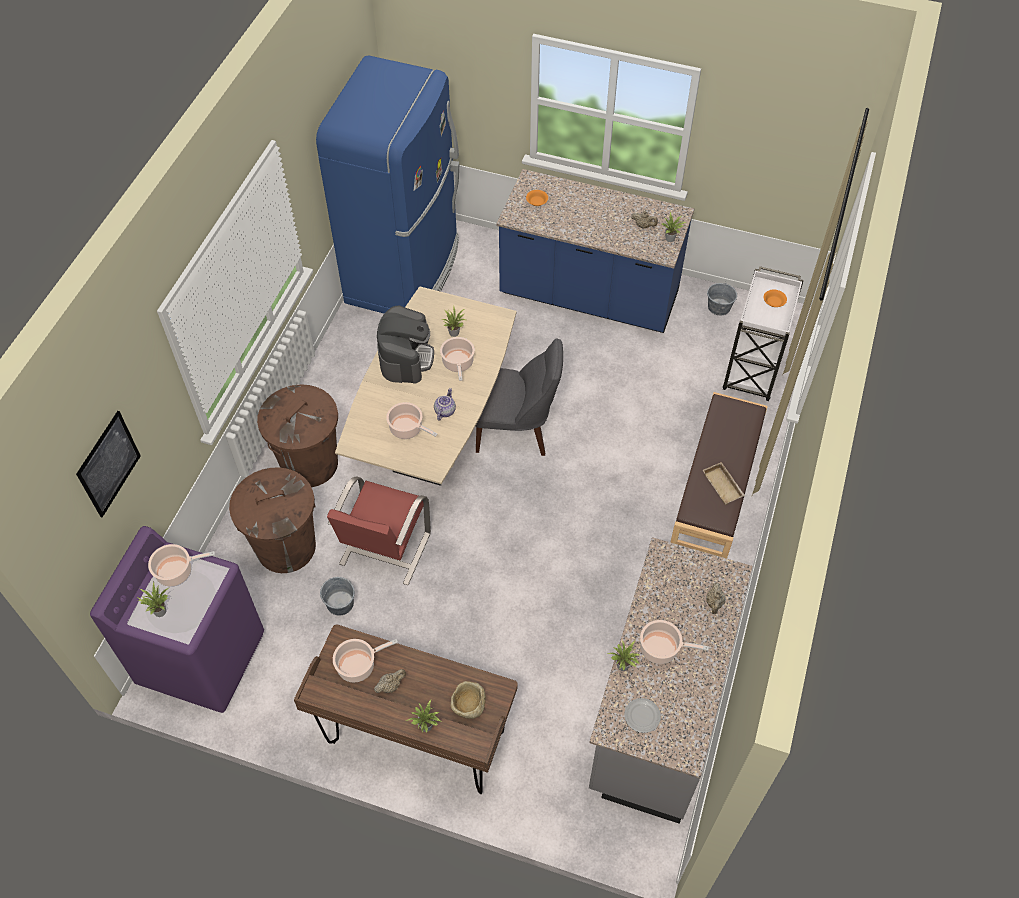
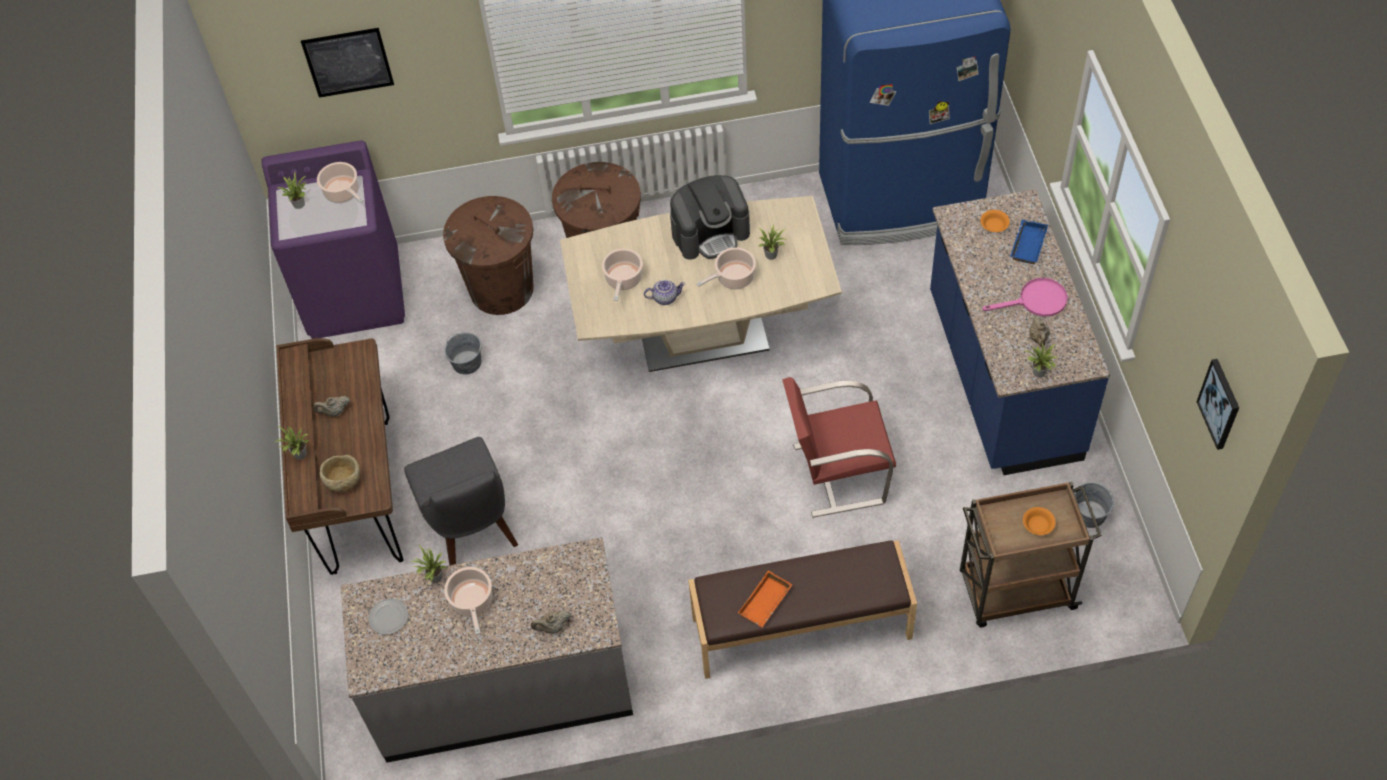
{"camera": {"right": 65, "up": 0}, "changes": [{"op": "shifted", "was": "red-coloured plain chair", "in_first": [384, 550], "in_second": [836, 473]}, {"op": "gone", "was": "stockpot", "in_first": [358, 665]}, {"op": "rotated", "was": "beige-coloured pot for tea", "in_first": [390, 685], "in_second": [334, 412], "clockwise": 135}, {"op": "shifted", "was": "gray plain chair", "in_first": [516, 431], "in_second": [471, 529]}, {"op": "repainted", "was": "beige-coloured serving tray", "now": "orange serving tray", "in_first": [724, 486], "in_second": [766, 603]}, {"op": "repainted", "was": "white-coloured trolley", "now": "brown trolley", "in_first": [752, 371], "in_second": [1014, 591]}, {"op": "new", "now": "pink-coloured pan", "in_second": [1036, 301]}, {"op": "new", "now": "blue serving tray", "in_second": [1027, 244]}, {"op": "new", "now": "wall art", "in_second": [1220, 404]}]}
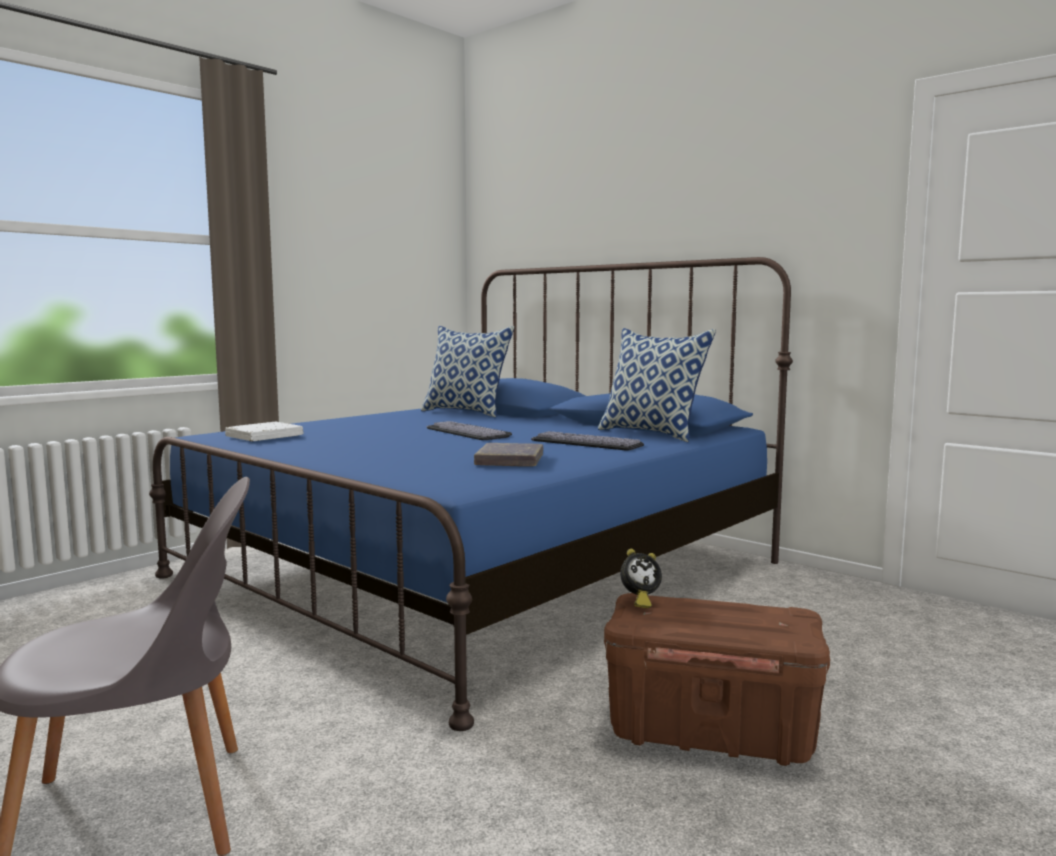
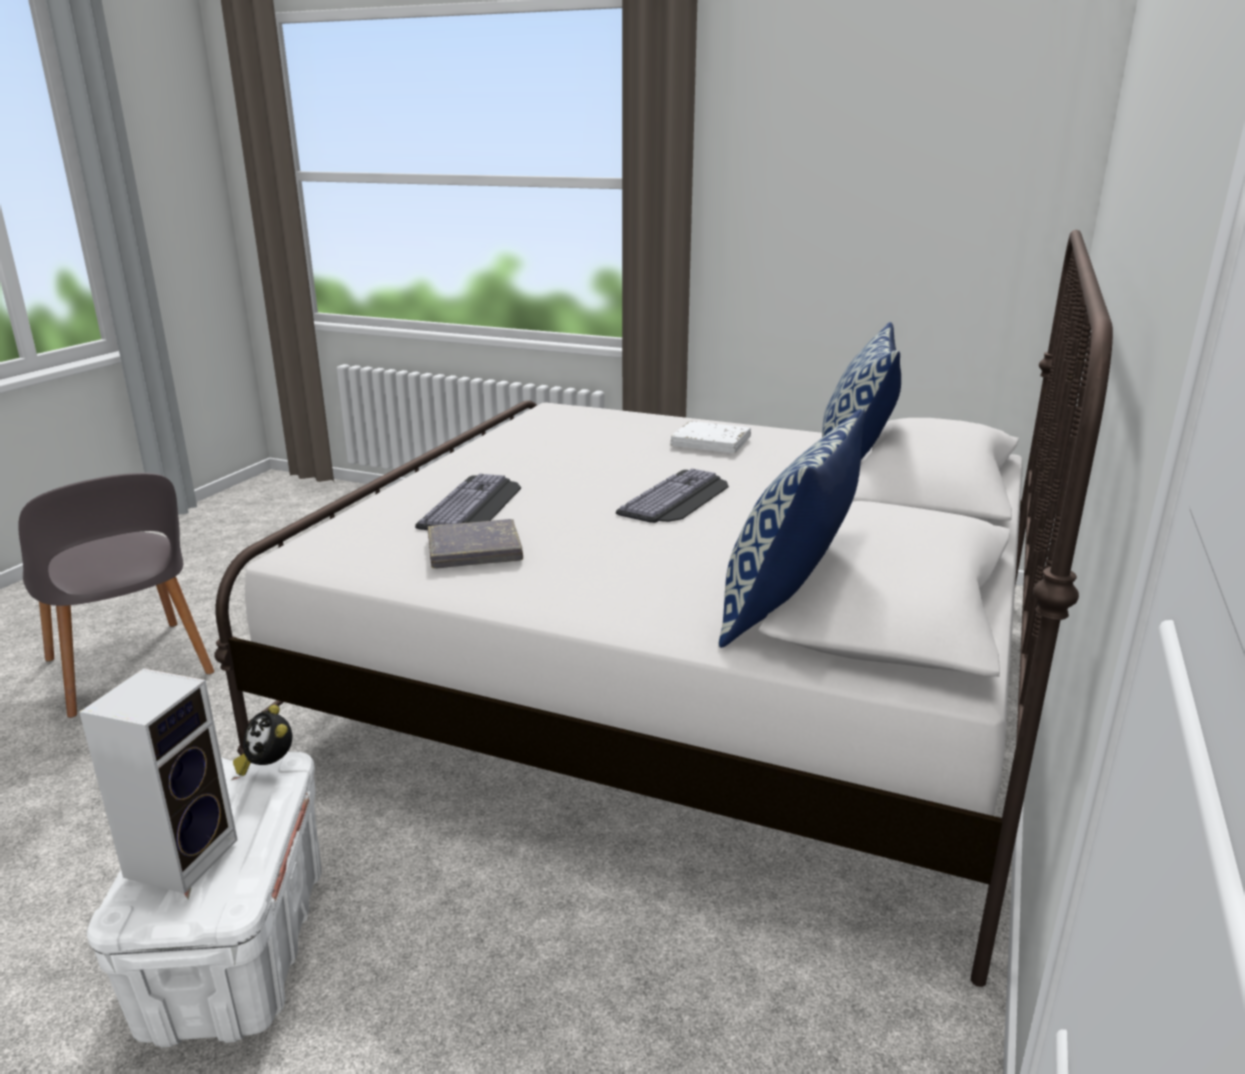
{"camera": {"right": 70, "up": 15}, "changes": [{"op": "repainted", "was": "blue bedroom bed", "now": "white-coloured bedroom bed", "in_first": [478, 569], "in_second": [684, 674]}, {"op": "shifted", "was": "white-coloured book", "in_first": [264, 436], "in_second": [710, 443]}, {"op": "shifted", "was": "keyboard", "in_first": [590, 442], "in_second": [474, 505]}, {"op": "repainted", "was": "brown storage bin", "now": "white-coloured storage bin", "in_first": [712, 732], "in_second": [238, 950]}, {"op": "new", "now": "loudspeaker", "in_second": [182, 855]}]}
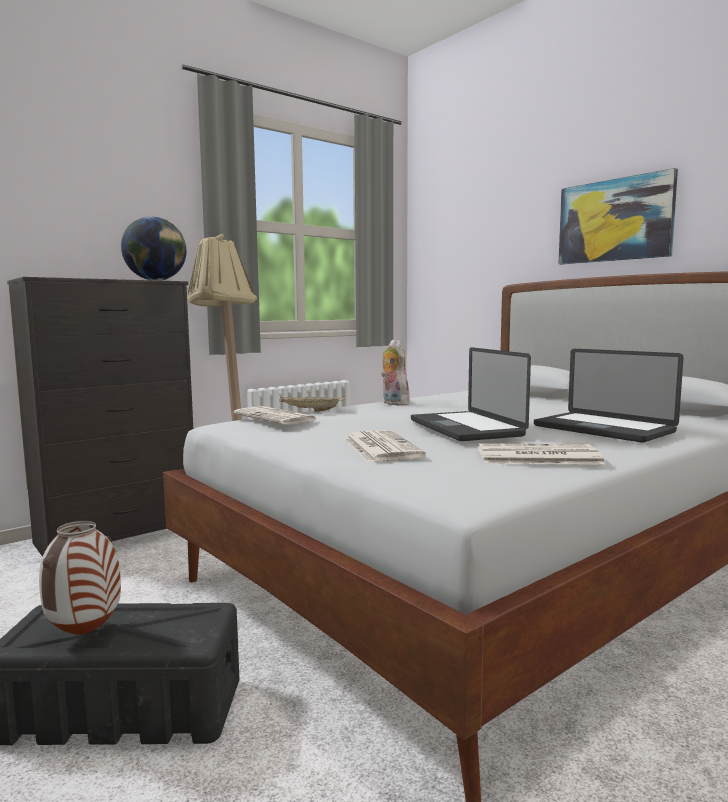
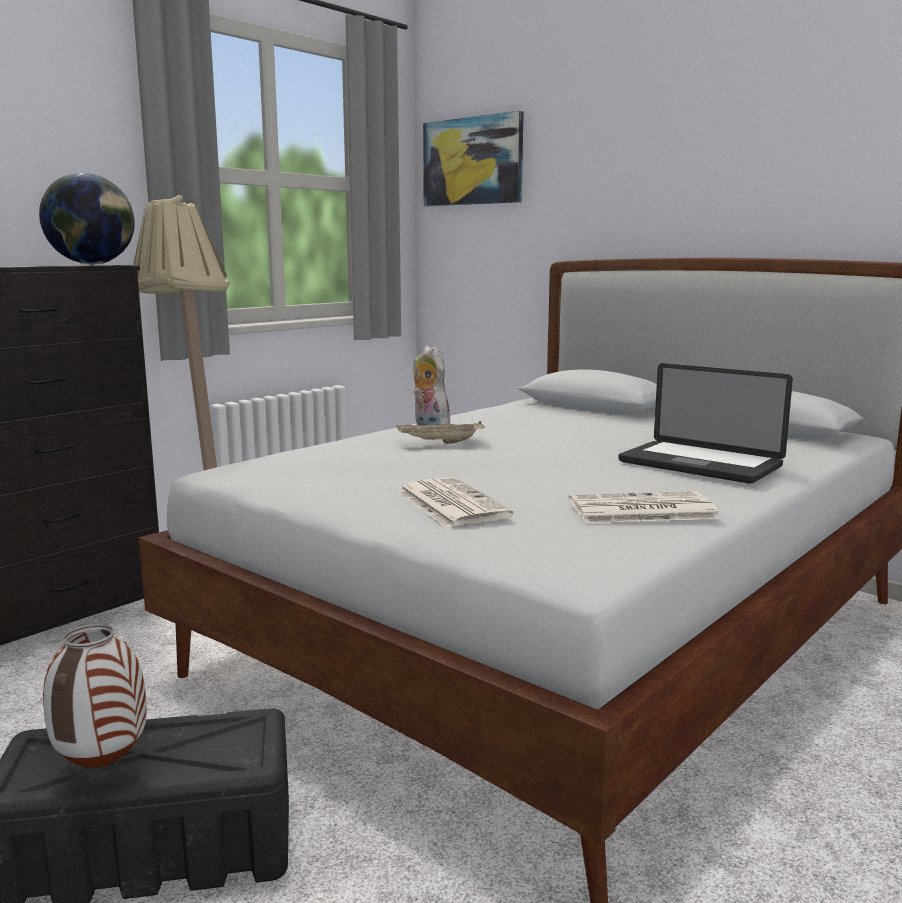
{"camera": {"right": -10, "up": 5}, "changes": [{"op": "gone", "was": "printed paper", "in_first": [276, 417]}, {"op": "shifted", "was": "beige-coloured serving tray", "in_first": [311, 411], "in_second": [440, 443]}, {"op": "gone", "was": "portable computer", "in_first": [465, 428]}, {"op": "shifted", "was": "wall art", "in_first": [614, 220], "in_second": [472, 161]}]}
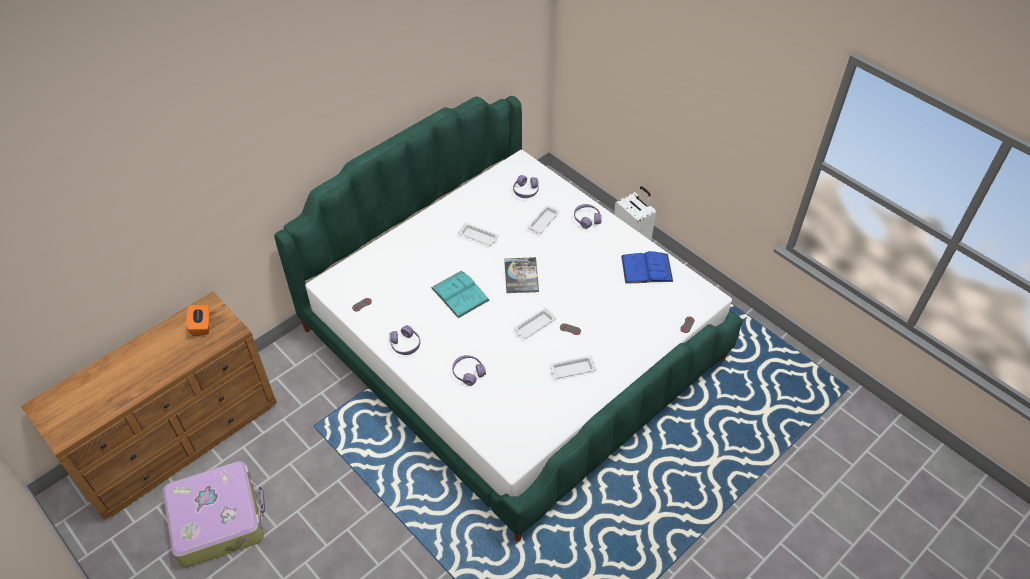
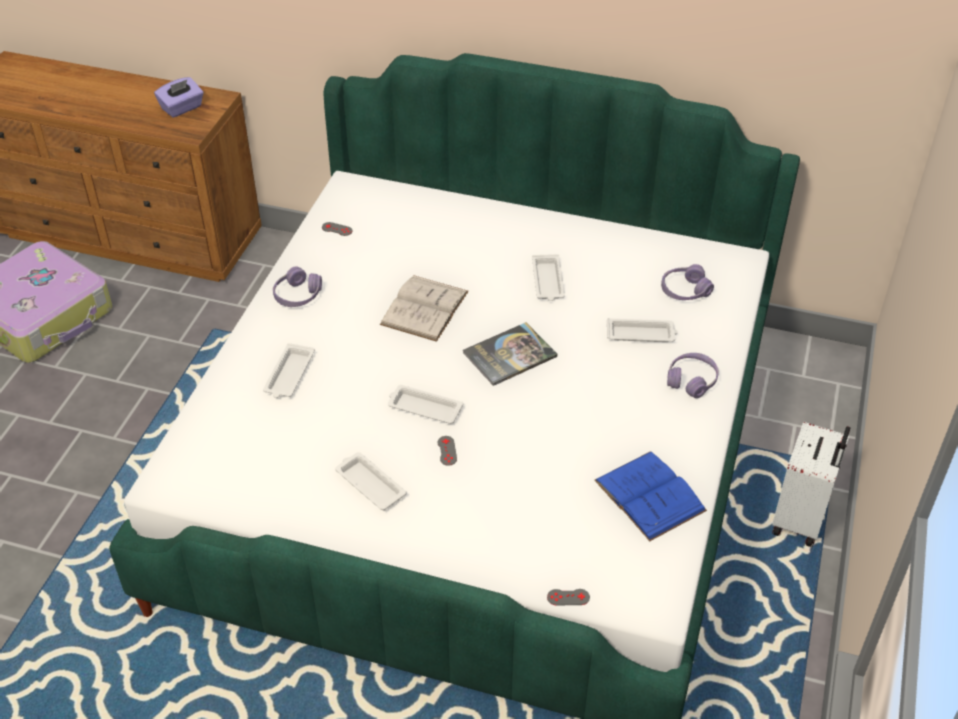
{"camera": {"right": 60, "up": -5}, "changes": [{"op": "repainted", "was": "orange tissue holder", "now": "purplish tissue holder", "in_first": [201, 326], "in_second": [182, 108]}, {"op": "repainted", "was": "turquoise-coloured book", "now": "white-coloured book", "in_first": [460, 294], "in_second": [424, 308]}, {"op": "swapped", "was": "purplish pair of headphones", "now": "white-coloured serving tray", "in_first": [468, 373], "in_second": [289, 375]}]}
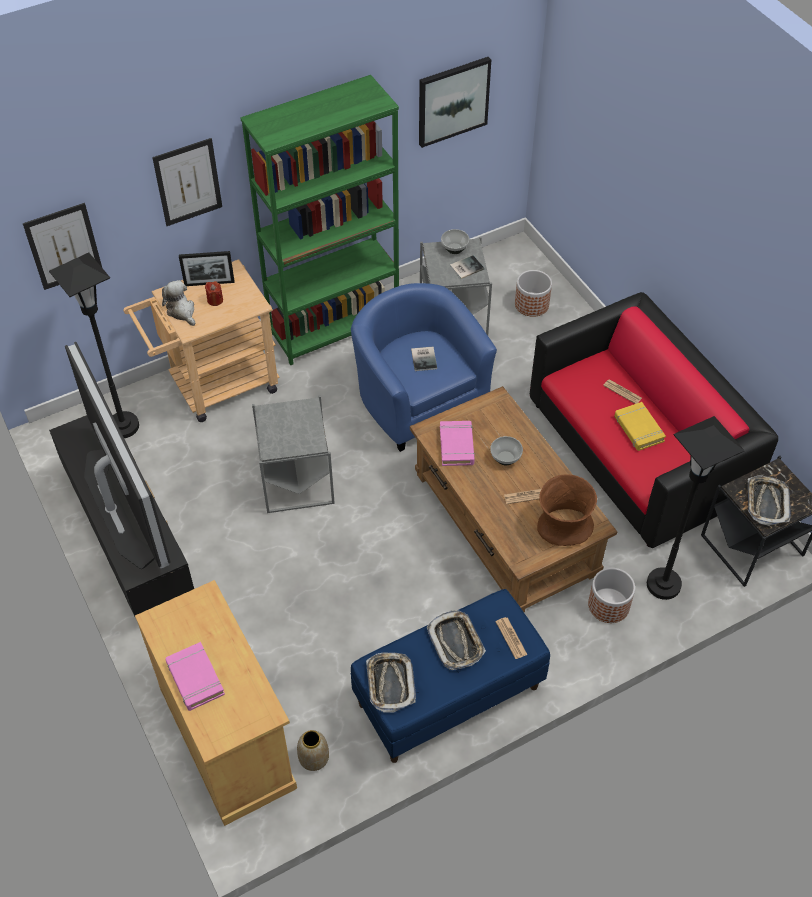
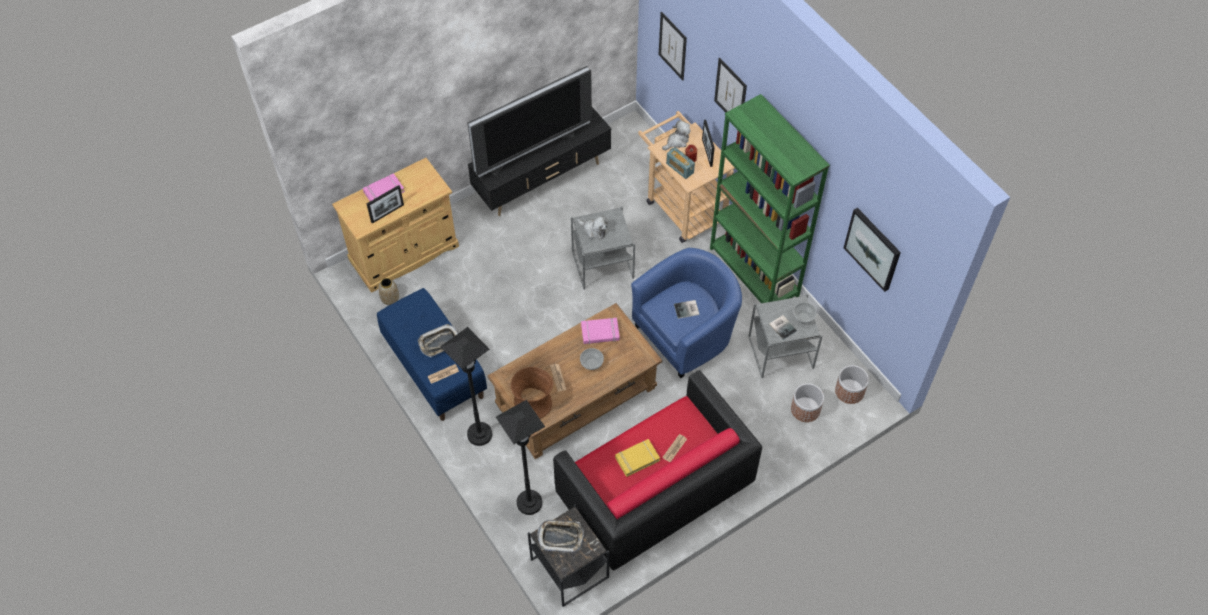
{"camera": {"right": 85, "up": 5}, "changes": [{"op": "shifted", "was": "black floor lamp", "in_first": [123, 426], "in_second": [479, 434]}, {"op": "gone", "was": "serving tray", "in_first": [390, 683]}, {"op": "shifted", "was": "plant pot", "in_first": [609, 605], "in_second": [849, 391]}, {"op": "new", "now": "photo frame", "in_second": [387, 213]}, {"op": "new", "now": "soft toy", "in_second": [594, 230]}, {"op": "new", "now": "radio", "in_second": [680, 168]}]}
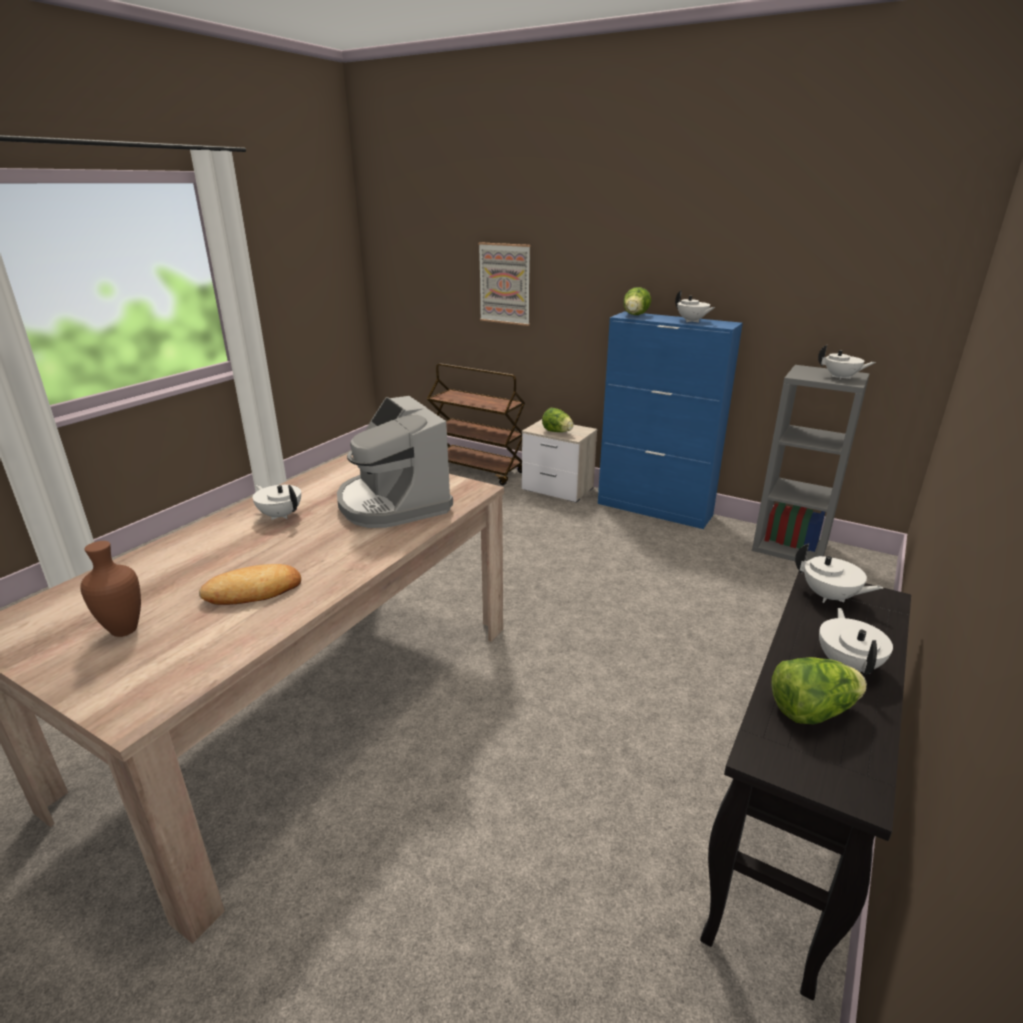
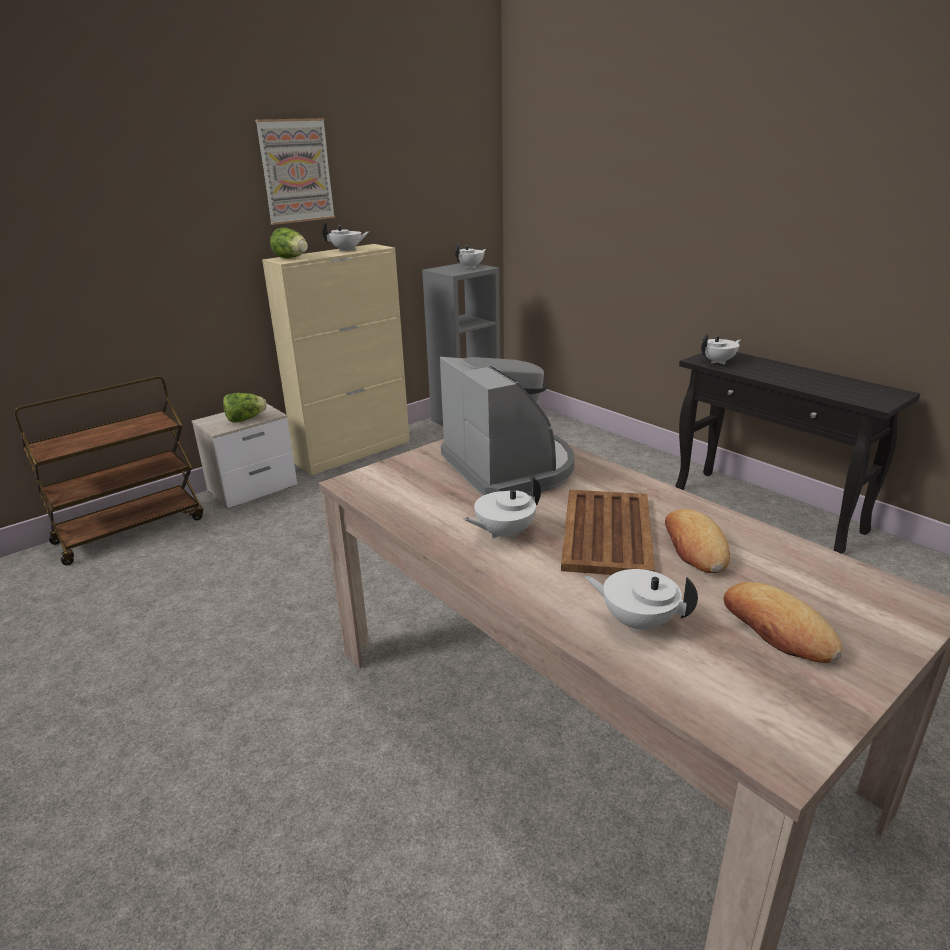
{"camera": {"right": -70, "up": 0}, "changes": [{"op": "swapped", "was": "brown flower vase", "now": "baked bread", "in_first": [123, 630], "in_second": [777, 629]}, {"op": "rotated", "was": "coffee maker", "in_first": [393, 503], "in_second": [510, 468], "clockwise": -105}, {"op": "shifted", "was": "wall art", "in_first": [505, 284], "in_second": [296, 171]}, {"op": "repainted", "was": "blue storage cabinet", "now": "beige-coloured storage cabinet", "in_first": [655, 509], "in_second": [354, 452]}, {"op": "gone", "was": "head of lettuce", "in_first": [811, 711]}, {"op": "shifted", "was": "white-coloured pot for tea", "in_first": [848, 664], "in_second": [637, 622]}, {"op": "new", "now": "brown serving tray", "in_second": [606, 533]}]}
